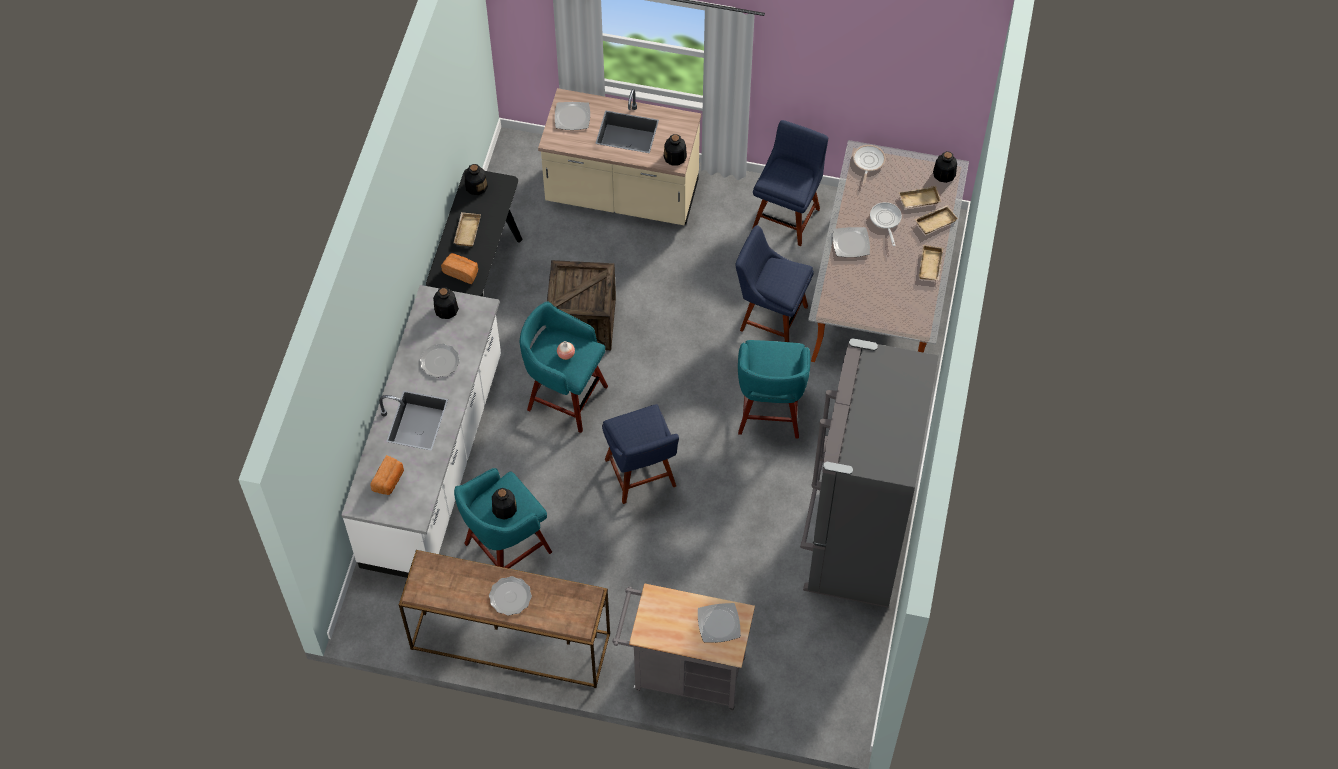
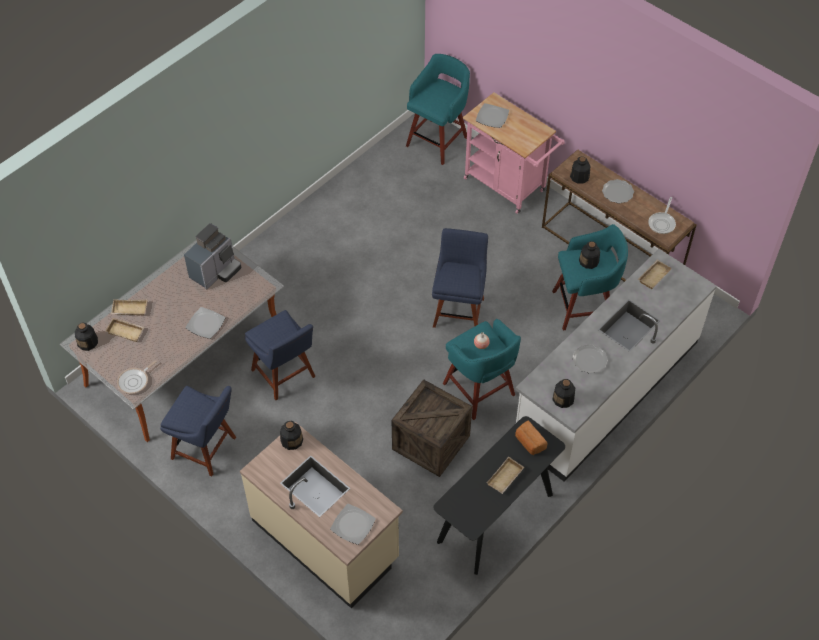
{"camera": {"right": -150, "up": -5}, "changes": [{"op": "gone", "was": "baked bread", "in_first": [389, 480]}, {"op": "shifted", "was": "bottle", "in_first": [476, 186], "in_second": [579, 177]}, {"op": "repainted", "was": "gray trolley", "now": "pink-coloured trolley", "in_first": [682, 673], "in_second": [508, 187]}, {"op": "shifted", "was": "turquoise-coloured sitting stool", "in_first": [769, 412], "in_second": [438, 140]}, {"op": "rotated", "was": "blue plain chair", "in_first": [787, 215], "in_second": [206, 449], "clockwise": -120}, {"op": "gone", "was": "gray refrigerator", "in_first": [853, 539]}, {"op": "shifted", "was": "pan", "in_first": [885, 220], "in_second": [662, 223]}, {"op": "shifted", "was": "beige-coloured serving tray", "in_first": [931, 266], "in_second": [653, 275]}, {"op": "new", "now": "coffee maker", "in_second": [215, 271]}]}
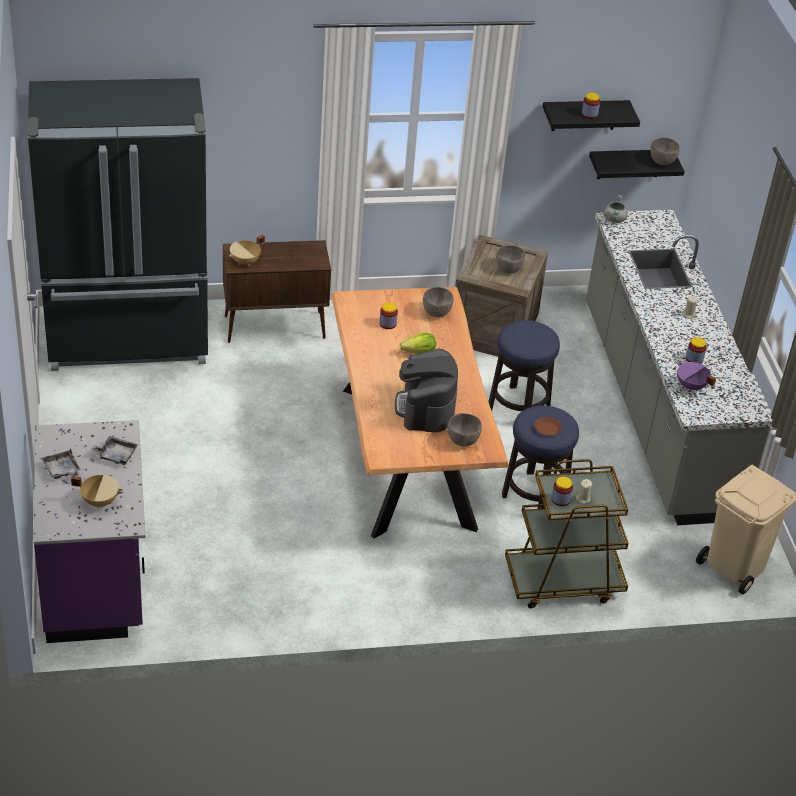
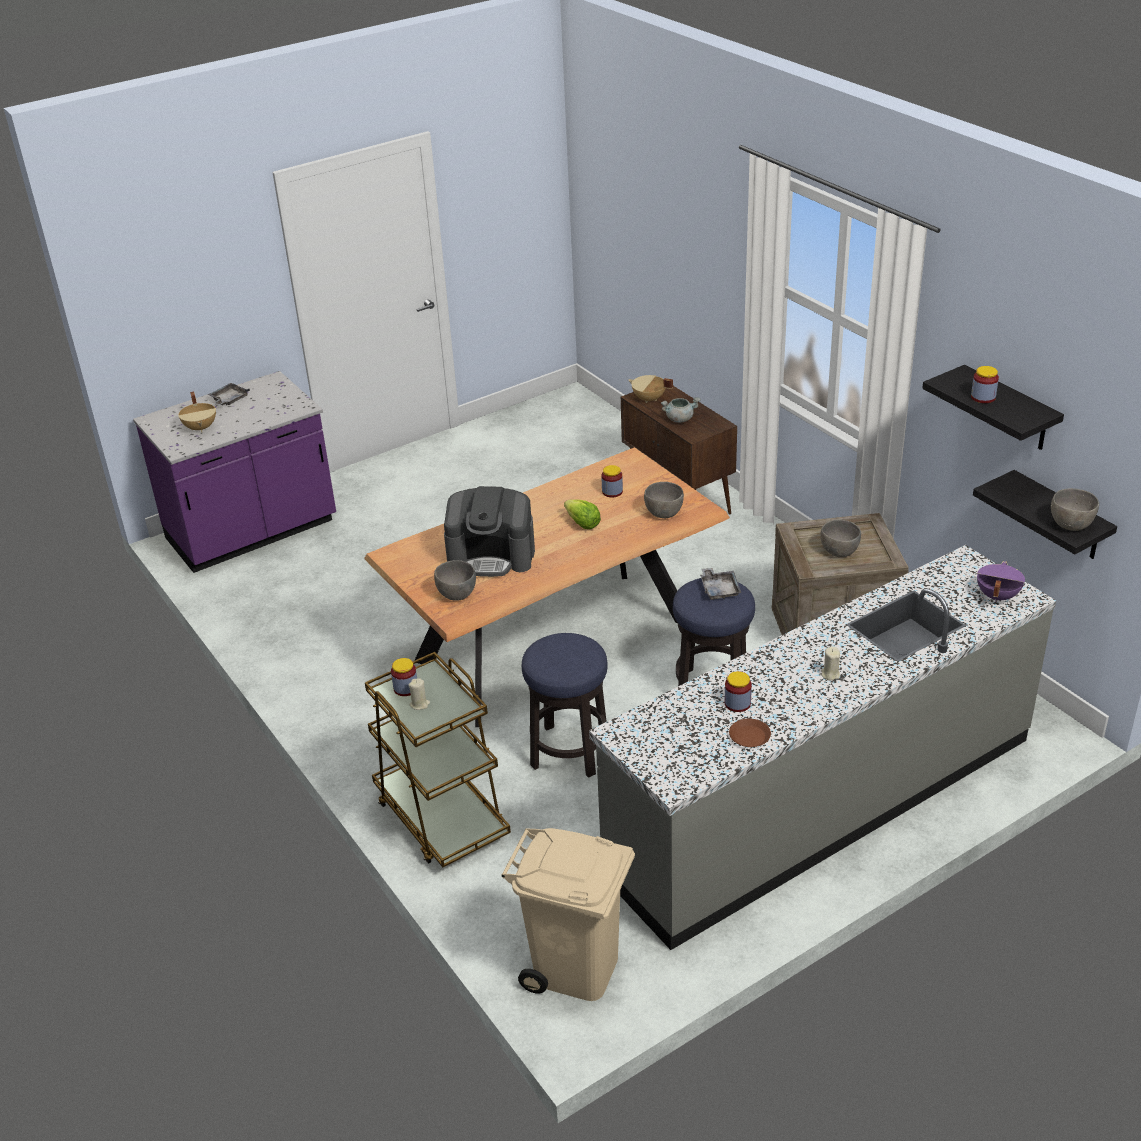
{"camera": {"right": 70, "up": -5}, "changes": [{"op": "gone", "was": "black refrigerator", "in_first": [128, 338]}, {"op": "shifted", "was": "gray serving tray", "in_first": [115, 455], "in_second": [719, 589]}, {"op": "rotated", "was": "coffee maker", "in_first": [425, 408], "in_second": [492, 556], "clockwise": -150}, {"op": "shifted", "was": "brown plate", "in_first": [547, 428], "in_second": [750, 736]}, {"op": "shifted", "was": "gray stockpot", "in_first": [614, 219], "in_second": [680, 419]}, {"op": "shifted", "was": "purplish stockpot", "in_first": [690, 386], "in_second": [996, 596]}]}
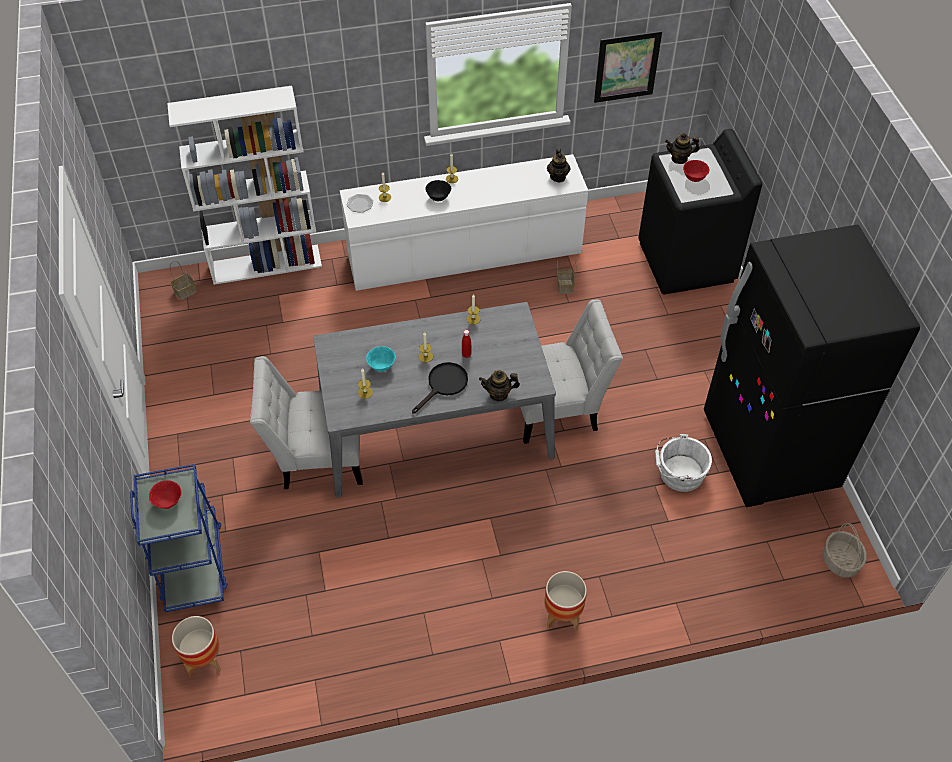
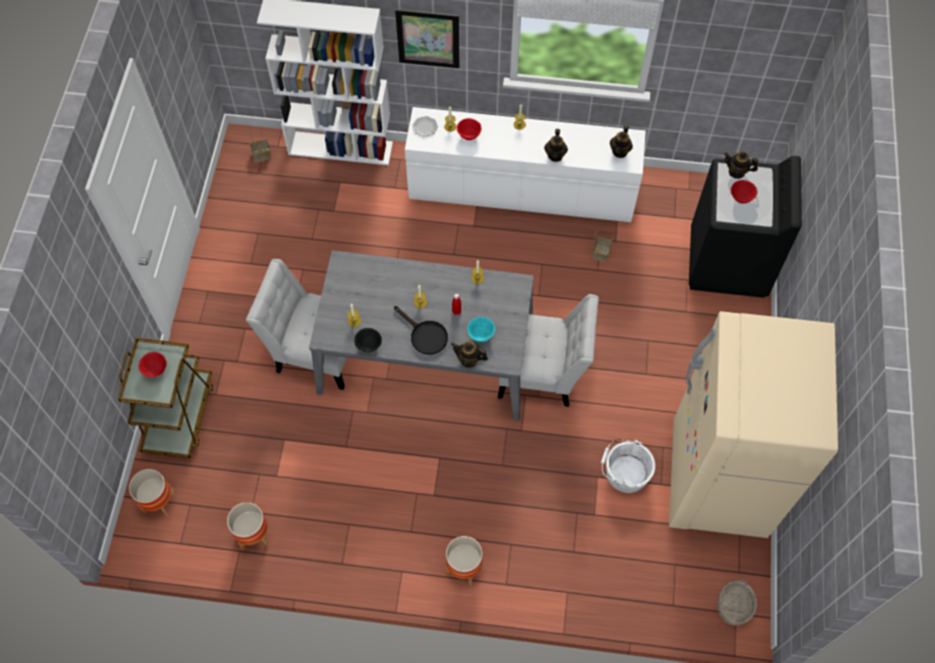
{"camera": {"right": 20, "up": 10}, "changes": [{"op": "repainted", "was": "blue trolley", "now": "brown trolley", "in_first": [193, 564], "in_second": [179, 415]}, {"op": "shifted", "was": "turquoise-coloured deep dish", "in_first": [381, 366], "in_second": [480, 335]}, {"op": "rotated", "was": "black pan", "in_first": [444, 385], "in_second": [425, 335], "clockwise": 75}, {"op": "shifted", "was": "black deep dish", "in_first": [438, 198], "in_second": [369, 346]}, {"op": "shifted", "was": "wall art", "in_first": [626, 66], "in_second": [428, 38]}, {"op": "repainted", "was": "black refrigerator", "now": "beige-coloured refrigerator", "in_first": [769, 451], "in_second": [717, 480]}, {"op": "new", "now": "plant pot", "in_second": [254, 535]}, {"op": "new", "now": "red-coloured deep dish", "in_second": [469, 135]}, {"op": "new", "now": "pot for tea", "in_second": [555, 155]}]}
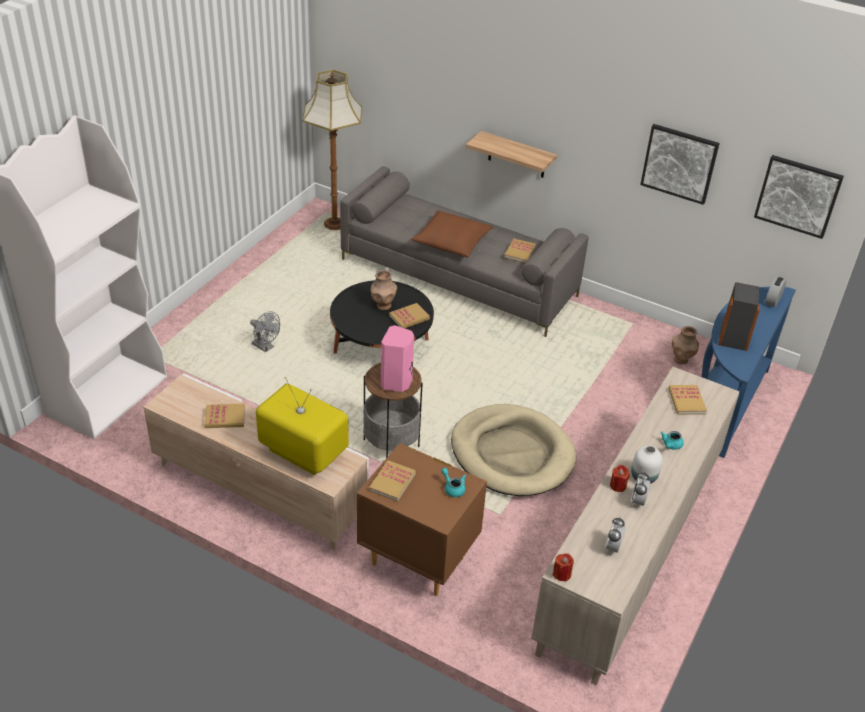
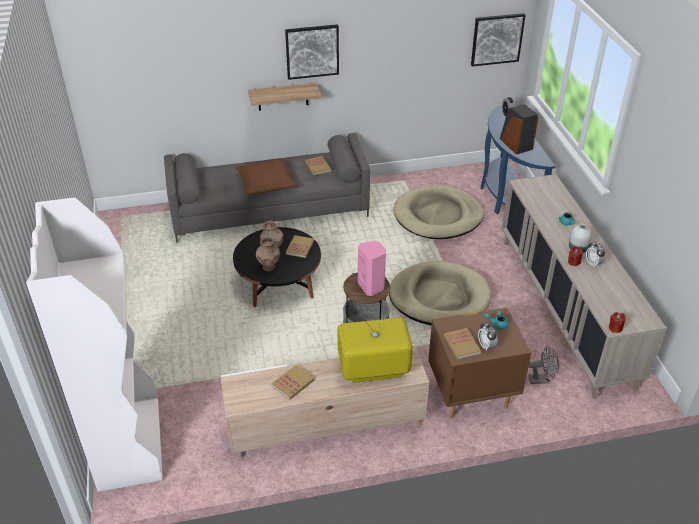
{"camera": {"right": -40, "up": 0}, "changes": [{"op": "shifted", "was": "gray cooling fan", "in_first": [265, 347], "in_second": [542, 379]}, {"op": "gone", "was": "floor lamp", "in_first": [335, 224]}, {"op": "shifted", "was": "alarm clock", "in_first": [612, 547], "in_second": [486, 345]}, {"op": "shifted", "was": "wall art", "in_first": [679, 163], "in_second": [312, 51]}, {"op": "gone", "was": "book", "in_first": [686, 401]}, {"op": "shifted", "was": "brown flower vase", "in_first": [681, 359], "in_second": [269, 267]}, {"op": "new", "now": "beige-coloured dog bed", "in_second": [438, 216]}]}
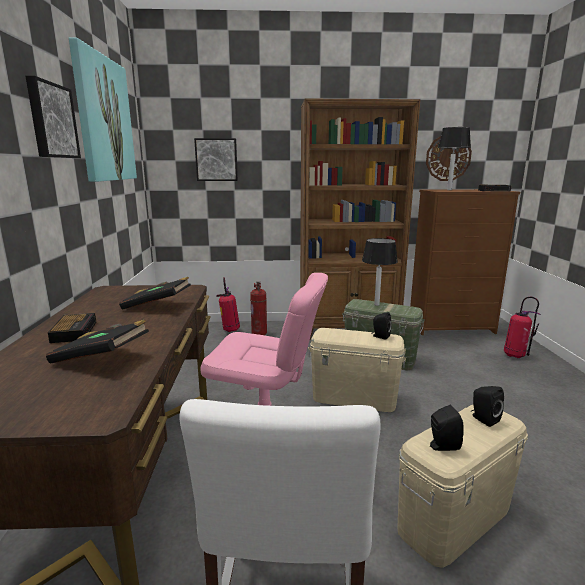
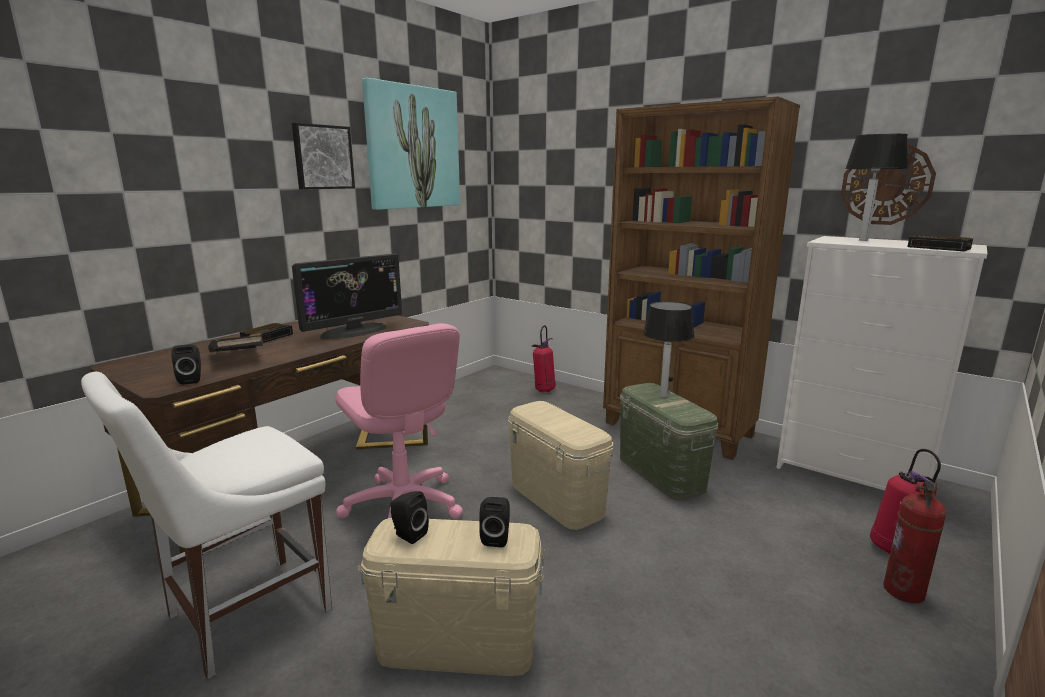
{"camera": {"right": 40, "up": 0}, "changes": [{"op": "swapped", "was": "black book", "now": "computer display", "in_first": [157, 305], "in_second": [354, 331]}, {"op": "gone", "was": "wall art", "in_first": [216, 159]}, {"op": "shifted", "was": "fire extinguisher", "in_first": [259, 333], "in_second": [904, 592]}, {"op": "shifted", "was": "black loudspeaker", "in_first": [380, 336], "in_second": [191, 380]}, {"op": "repainted", "was": "brown dresser", "now": "white-coloured dresser", "in_first": [452, 327], "in_second": [852, 475]}]}
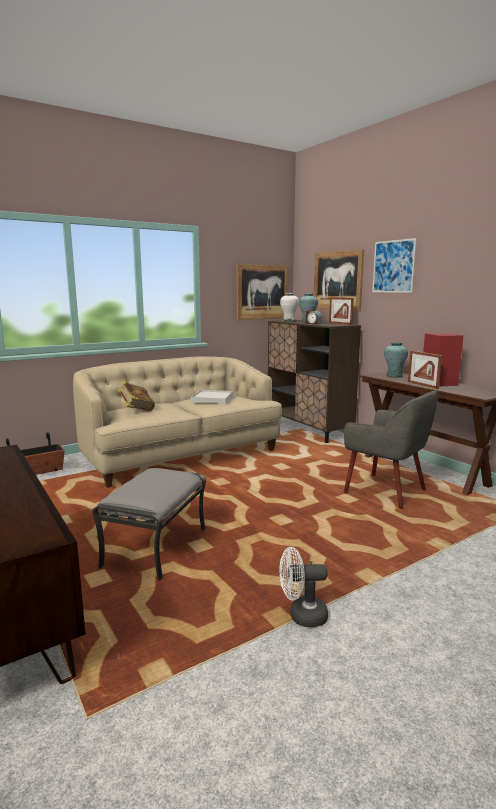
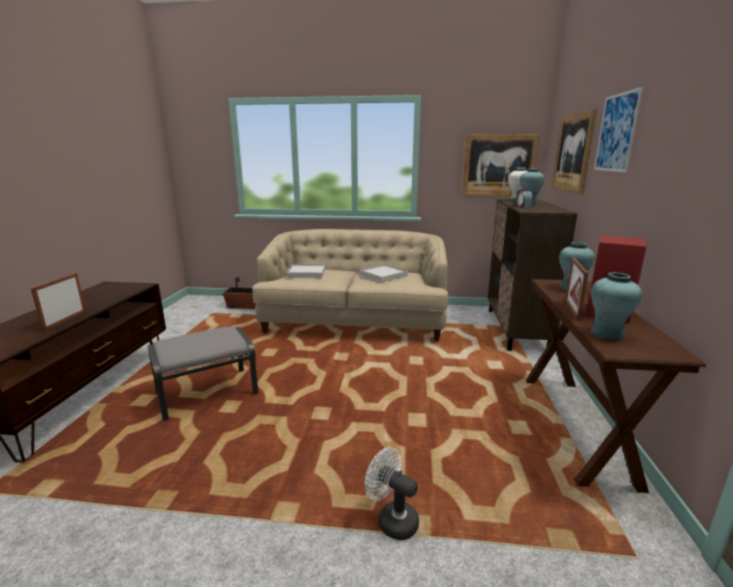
{"camera": {"right": 40, "up": 5}, "changes": [{"op": "swapped", "was": "book", "now": "white-coloured serving tray", "in_first": [136, 410], "in_second": [306, 273]}, {"op": "shifted", "was": "white-coloured cooling fan", "in_first": [302, 616], "in_second": [392, 519]}, {"op": "shifted", "was": "photo frame", "in_first": [340, 323], "in_second": [65, 320]}, {"op": "gone", "was": "gray lounge chair", "in_first": [386, 492]}, {"op": "new", "now": "turquoise-coloured flower vase", "in_second": [606, 334]}]}
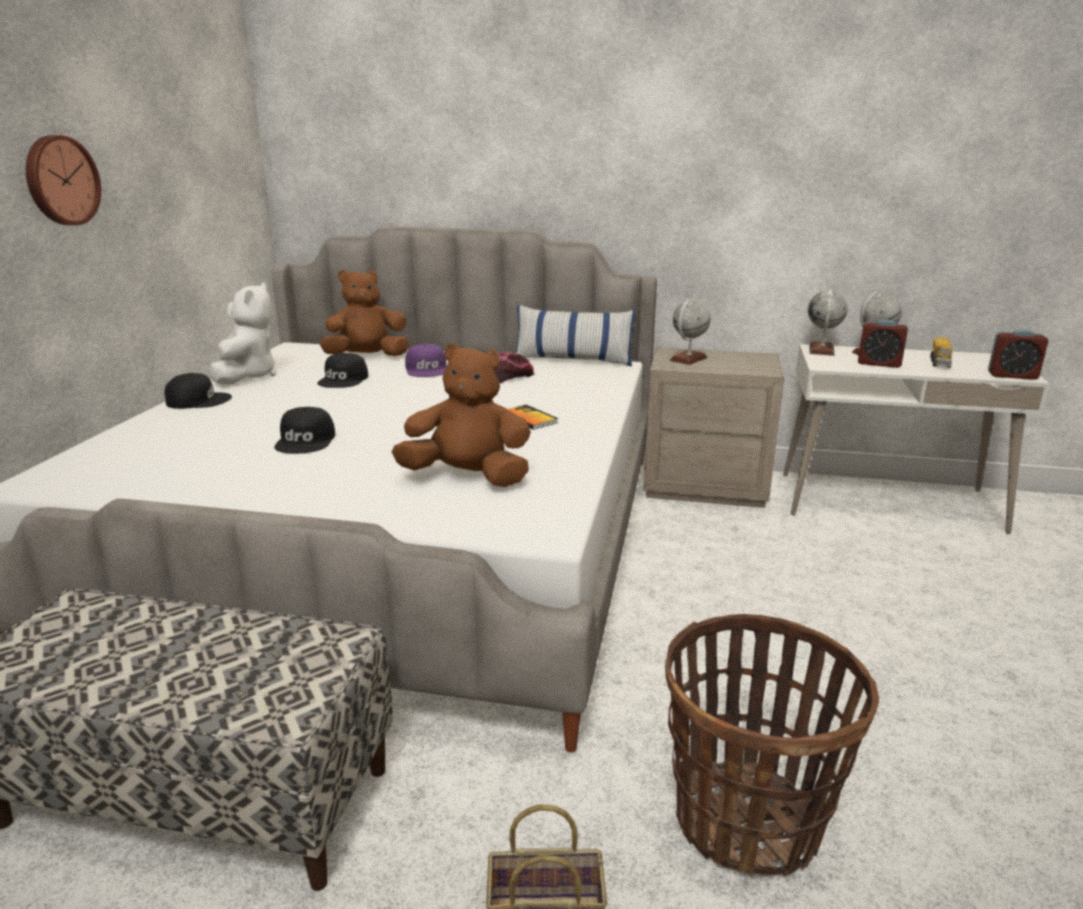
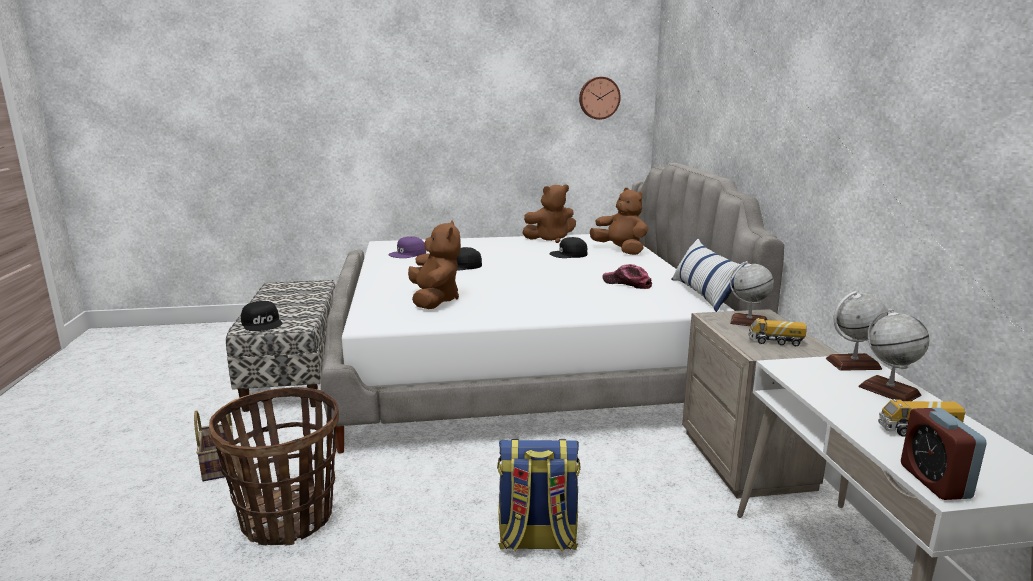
{"camera": {"right": 70, "up": -5}, "changes": [{"op": "shifted", "was": "hanging clock", "in_first": [60, 180], "in_second": [599, 98]}, {"op": "shifted", "was": "black cap", "in_first": [198, 400], "in_second": [262, 323]}, {"op": "repainted", "was": "white-coloured soft toy", "now": "brown soft toy", "in_first": [247, 376], "in_second": [550, 239]}, {"op": "shifted", "was": "purplish cap", "in_first": [427, 369], "in_second": [408, 254]}, {"op": "gone", "was": "book", "in_first": [529, 419]}, {"op": "gone", "was": "alarm clock", "in_first": [879, 363]}, {"op": "new", "now": "knapsack", "in_second": [537, 540]}, {"op": "new", "now": "toy truck", "in_second": [775, 342]}]}
